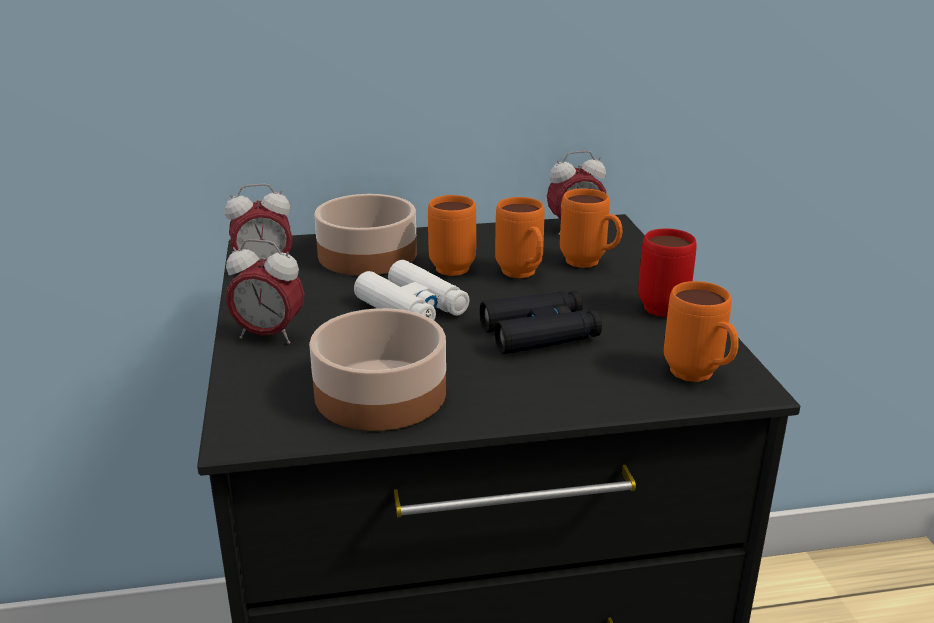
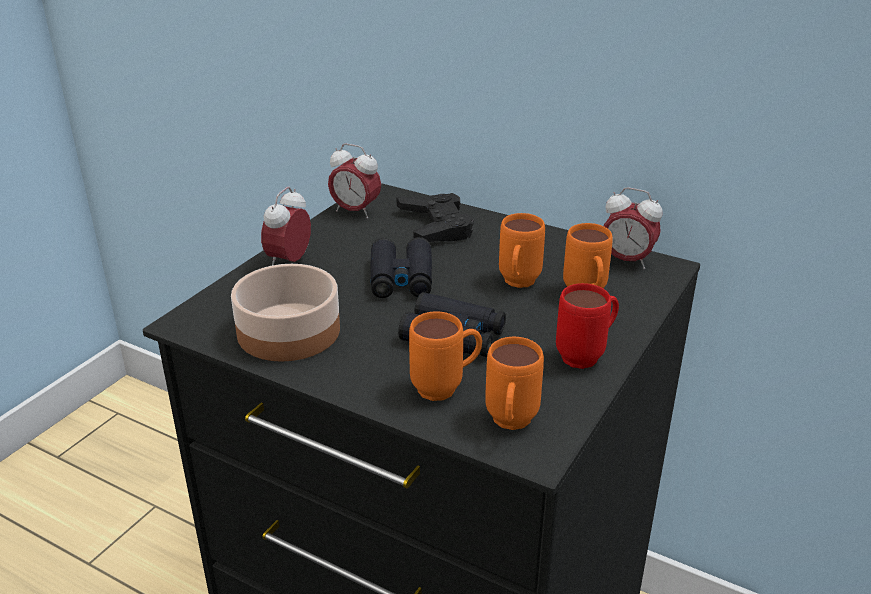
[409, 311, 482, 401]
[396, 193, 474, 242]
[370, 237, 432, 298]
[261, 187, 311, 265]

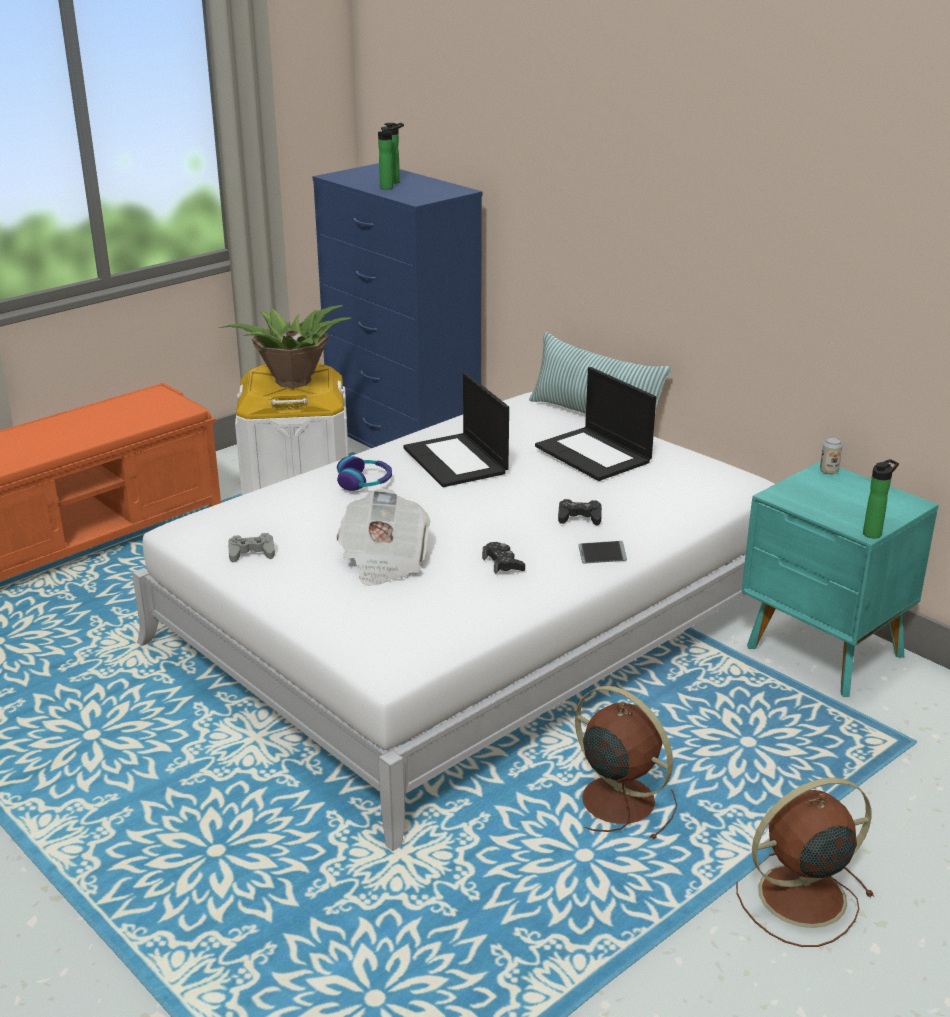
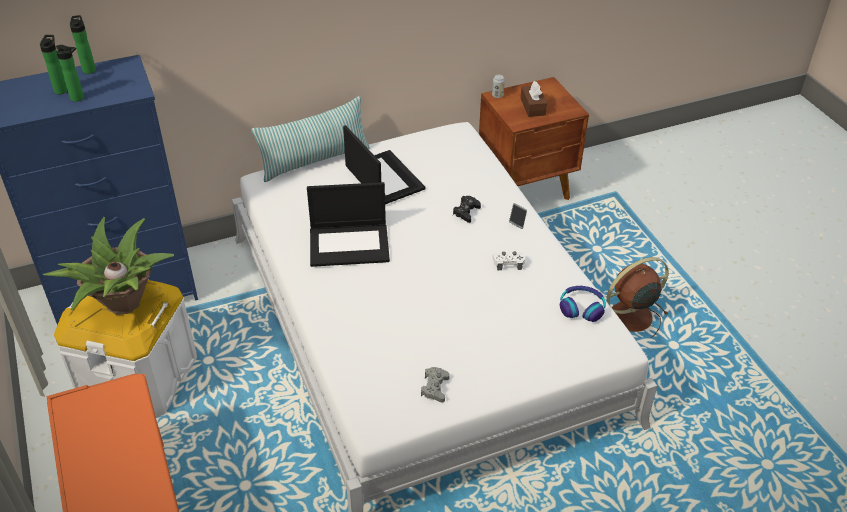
[336, 489, 430, 586] (first image)
[736, 778, 874, 947] (first image)
[521, 81, 547, 117]
[560, 286, 606, 322]
[70, 15, 96, 74]
[492, 252, 525, 270]
[479, 77, 589, 200]
[343, 125, 426, 204]

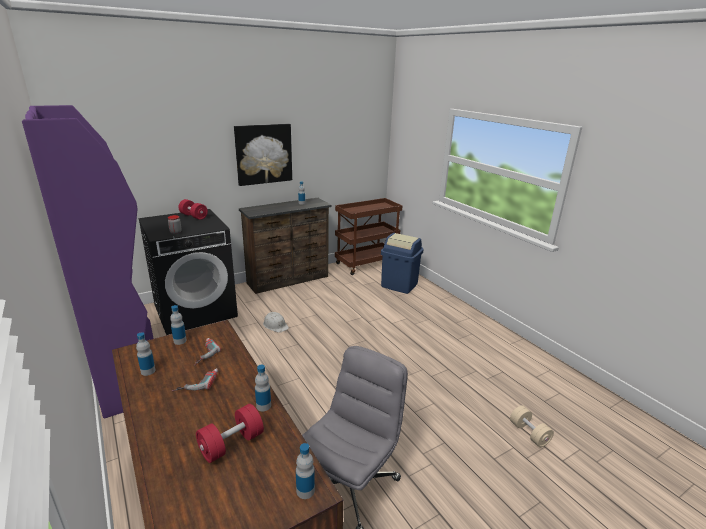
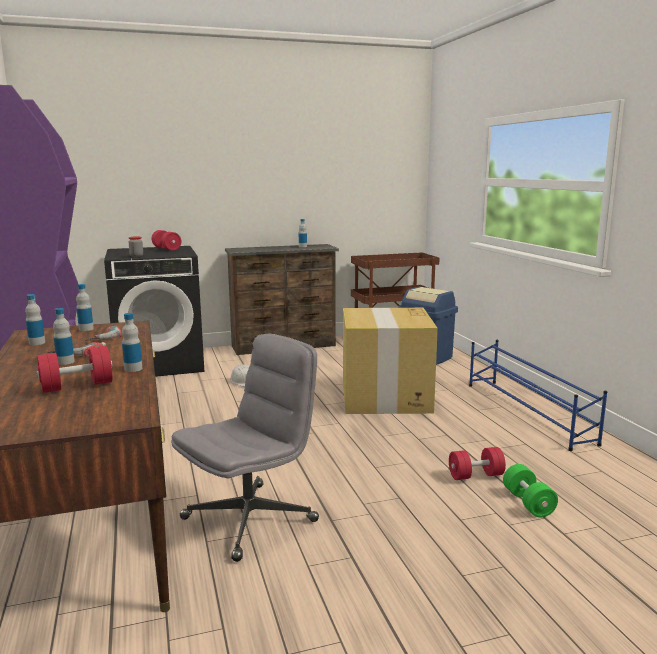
[234, 124, 292, 186] (first image)
[343, 308, 438, 414]
[449, 447, 506, 480]
[469, 340, 608, 451]
[53, 308, 75, 365]
[503, 464, 558, 517]

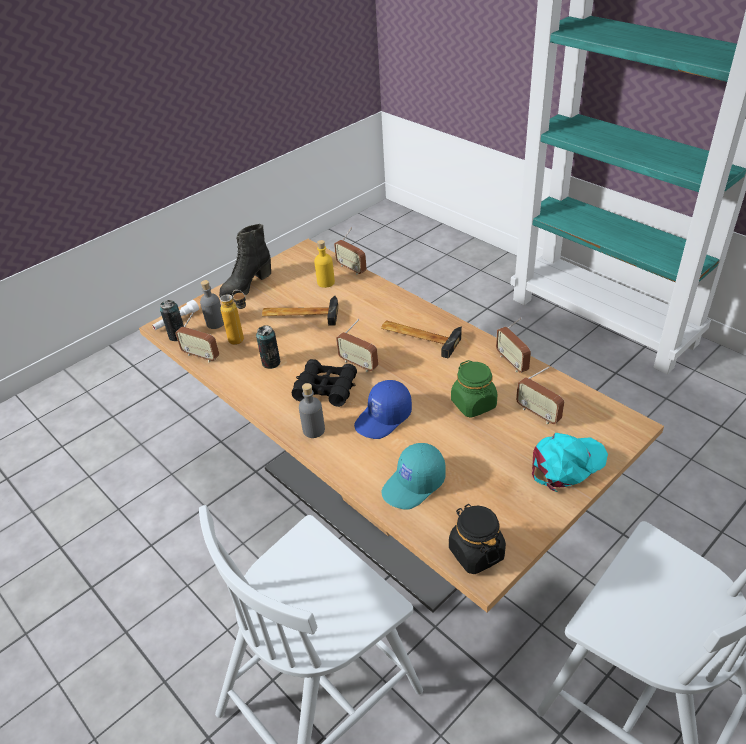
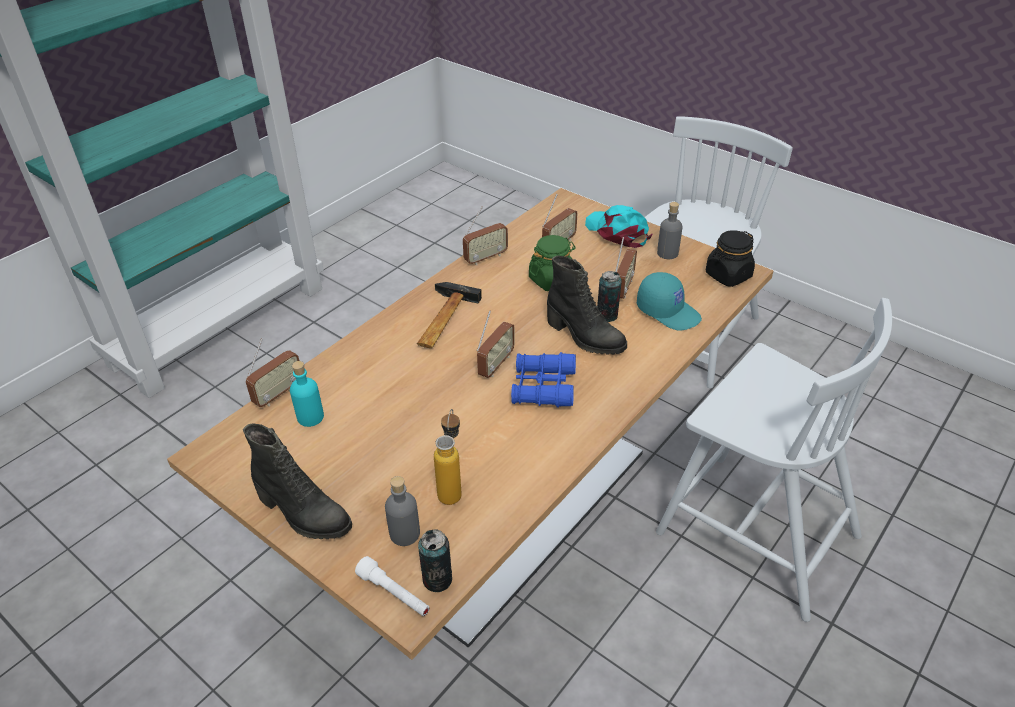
[262, 296, 338, 326] (first image)
[615, 237, 637, 299]
[597, 271, 622, 322]
[657, 202, 683, 259]
[547, 256, 627, 355]
[511, 352, 576, 408]
[290, 361, 324, 427]

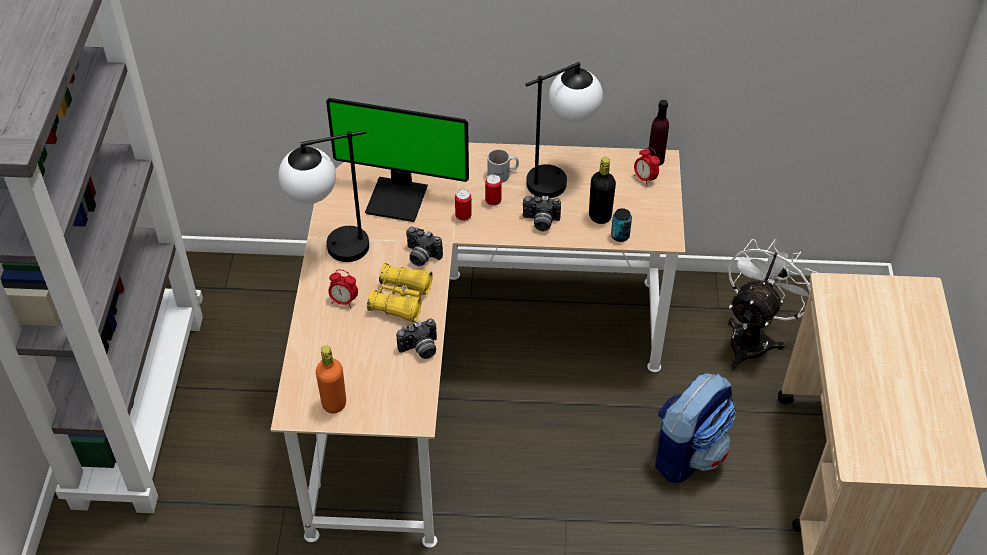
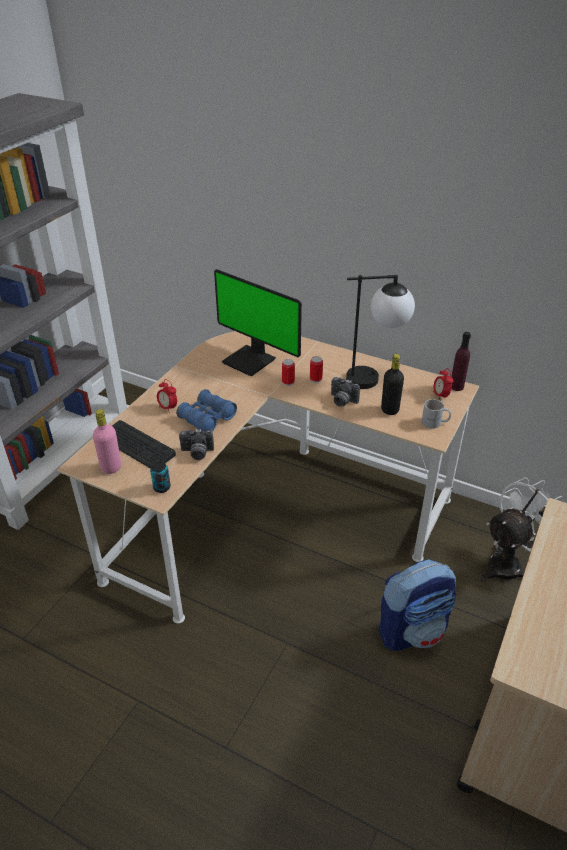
[278, 130, 369, 262] (first image)
[406, 227, 443, 266] (first image)
[112, 420, 176, 469]
[422, 399, 451, 429]
[150, 461, 171, 493]
[93, 409, 121, 474]
[176, 389, 237, 431]

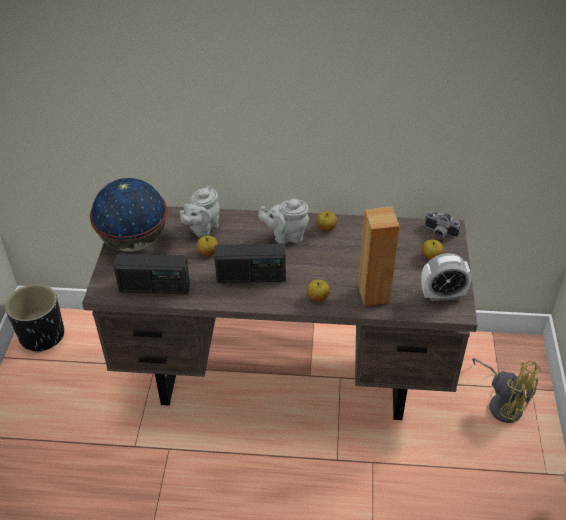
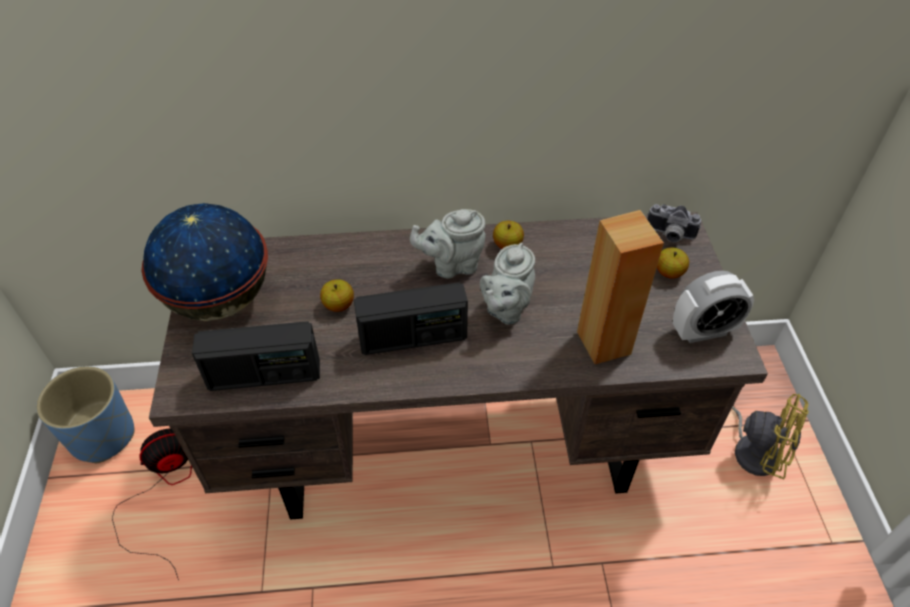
[307, 279, 330, 301] (first image)
[112, 429, 192, 580]
[480, 242, 535, 325]
[36, 366, 135, 463]

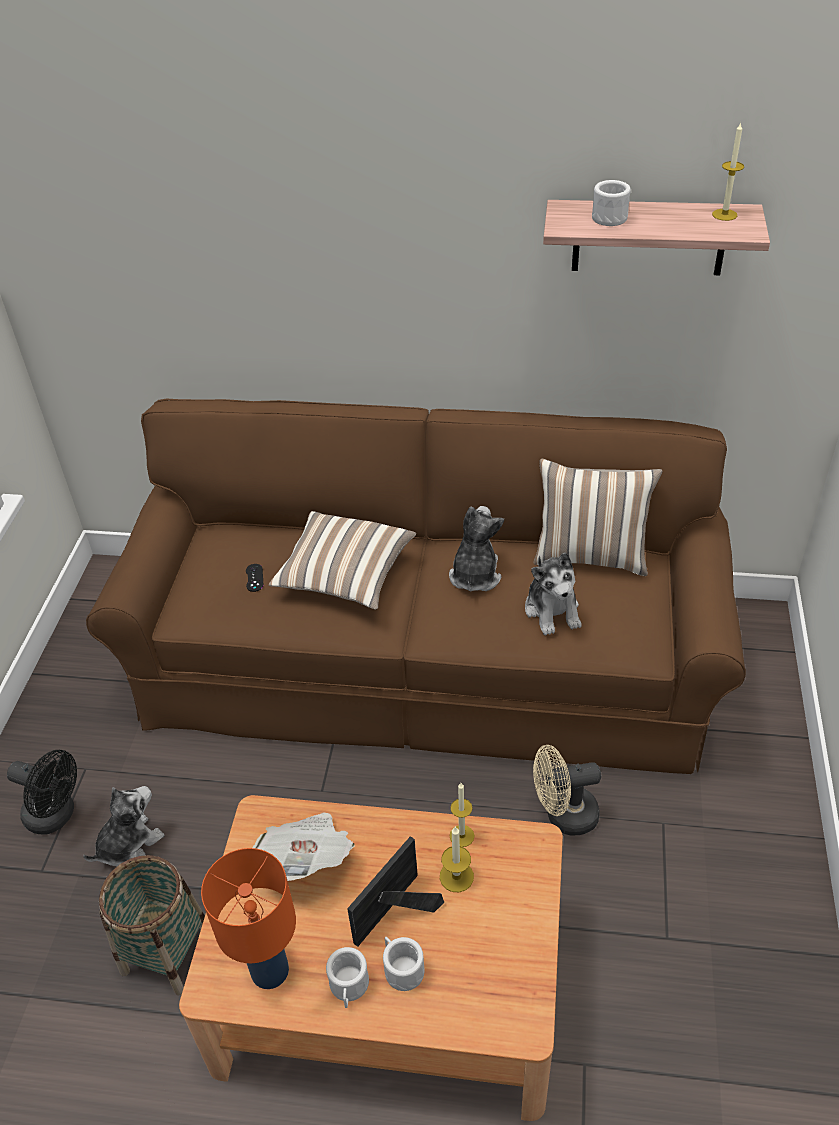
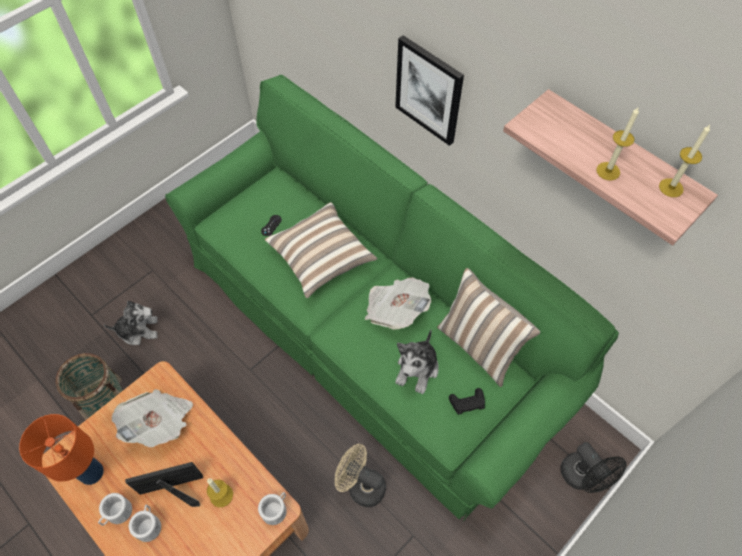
[395, 35, 464, 146]
[449, 388, 485, 415]
[560, 442, 627, 493]
[596, 108, 639, 181]
[258, 492, 287, 525]
[365, 277, 431, 330]
[165, 75, 619, 521]

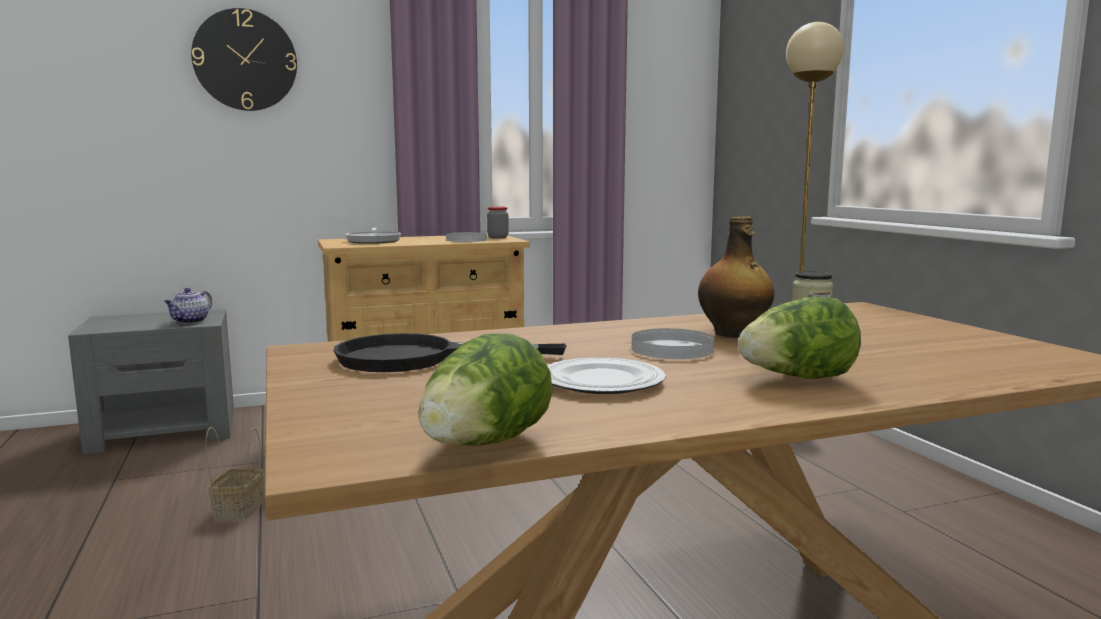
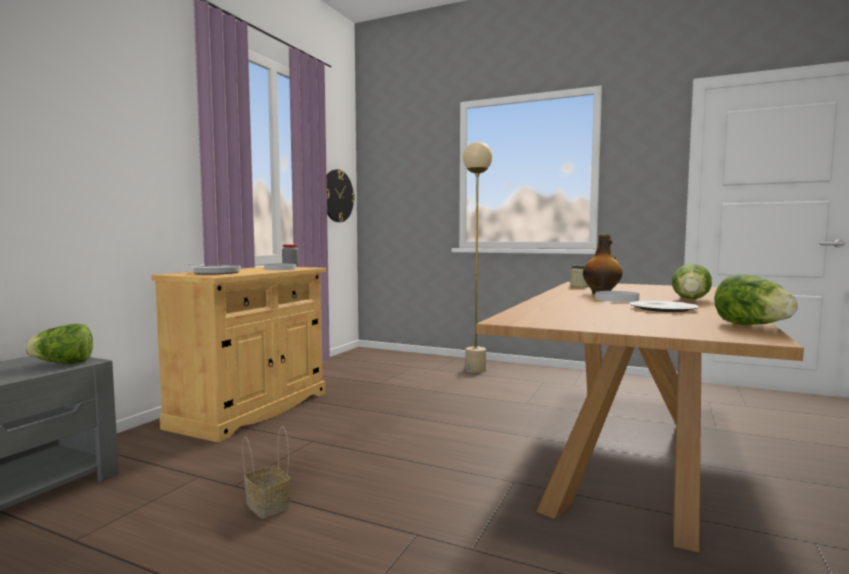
[333, 333, 566, 372] (first image)
[327, 169, 355, 222]
[25, 324, 93, 364]

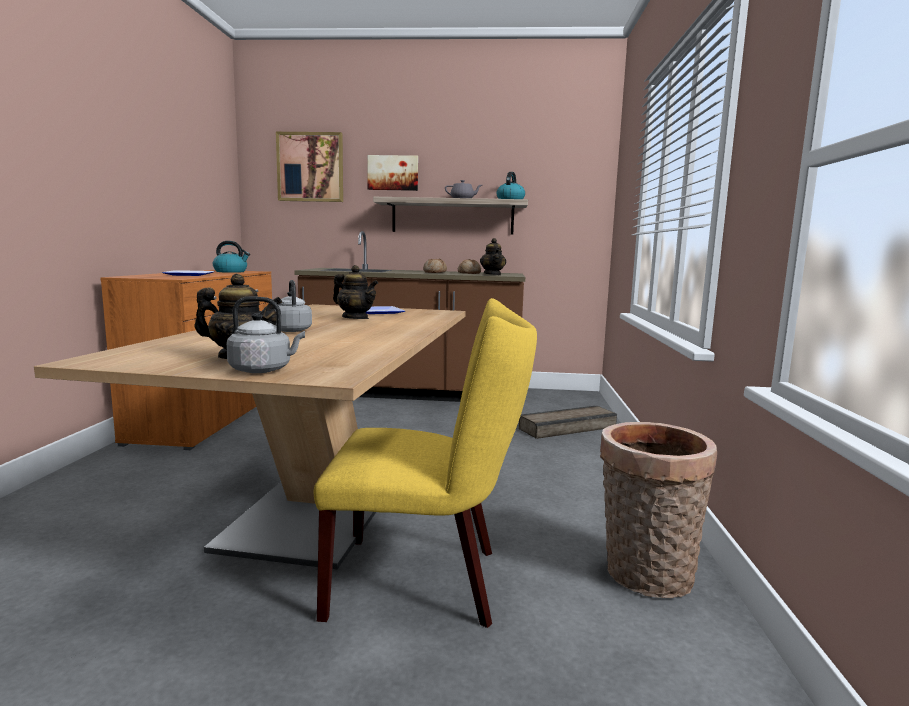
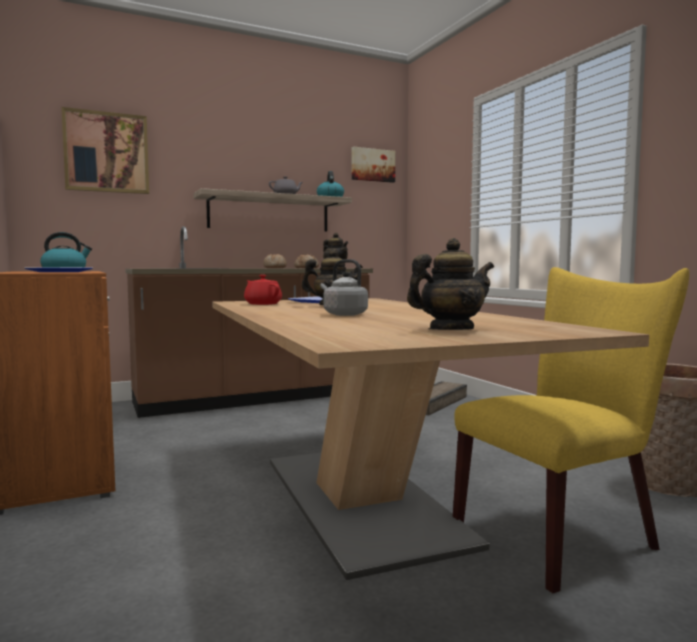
[226, 296, 305, 373] (first image)
[244, 275, 282, 305]
[352, 147, 395, 183]

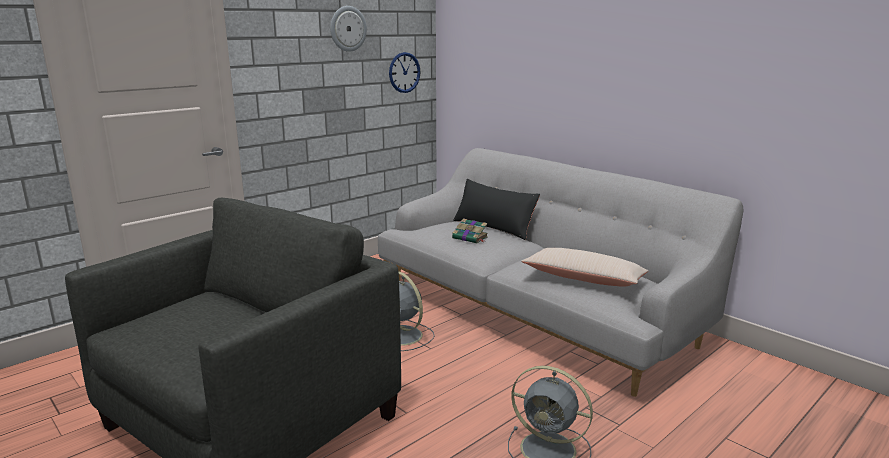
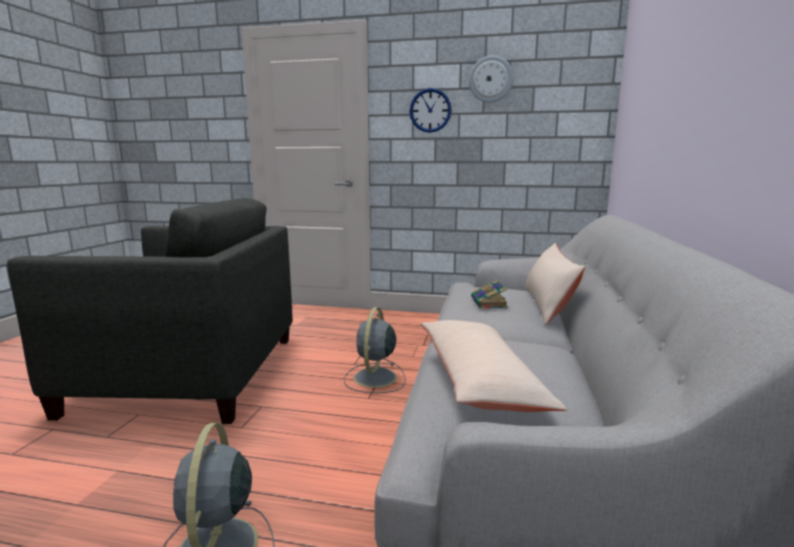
[410, 88, 452, 133]
[525, 243, 585, 325]

